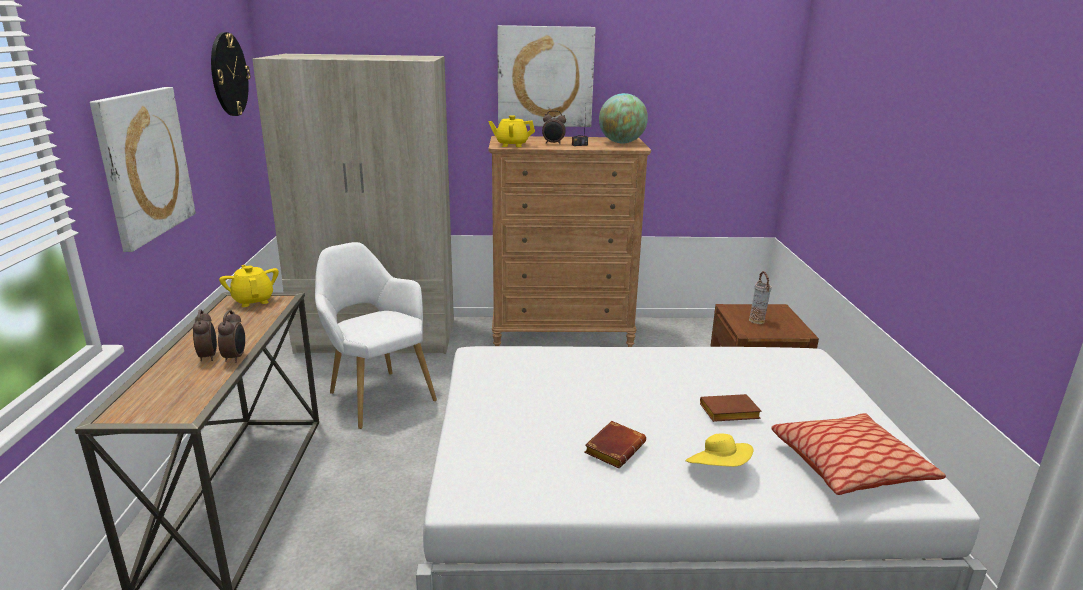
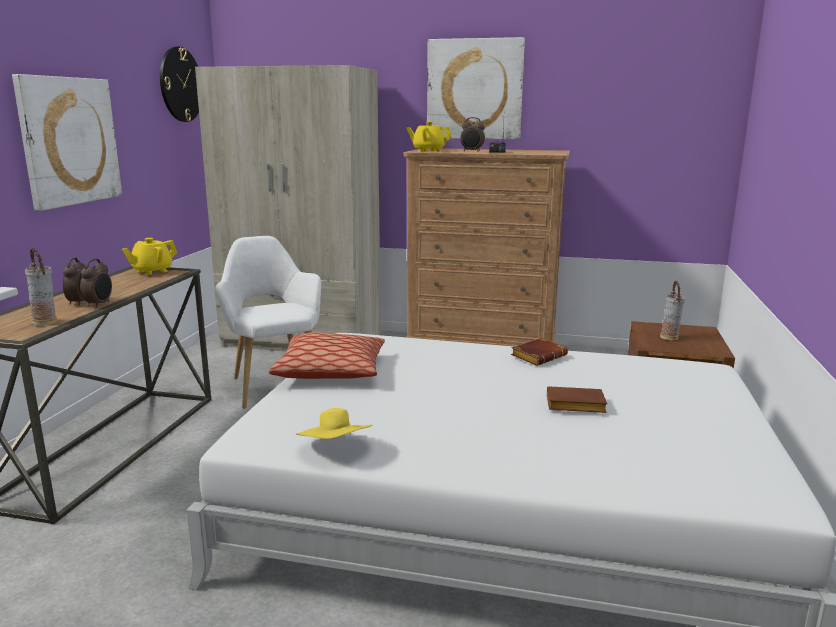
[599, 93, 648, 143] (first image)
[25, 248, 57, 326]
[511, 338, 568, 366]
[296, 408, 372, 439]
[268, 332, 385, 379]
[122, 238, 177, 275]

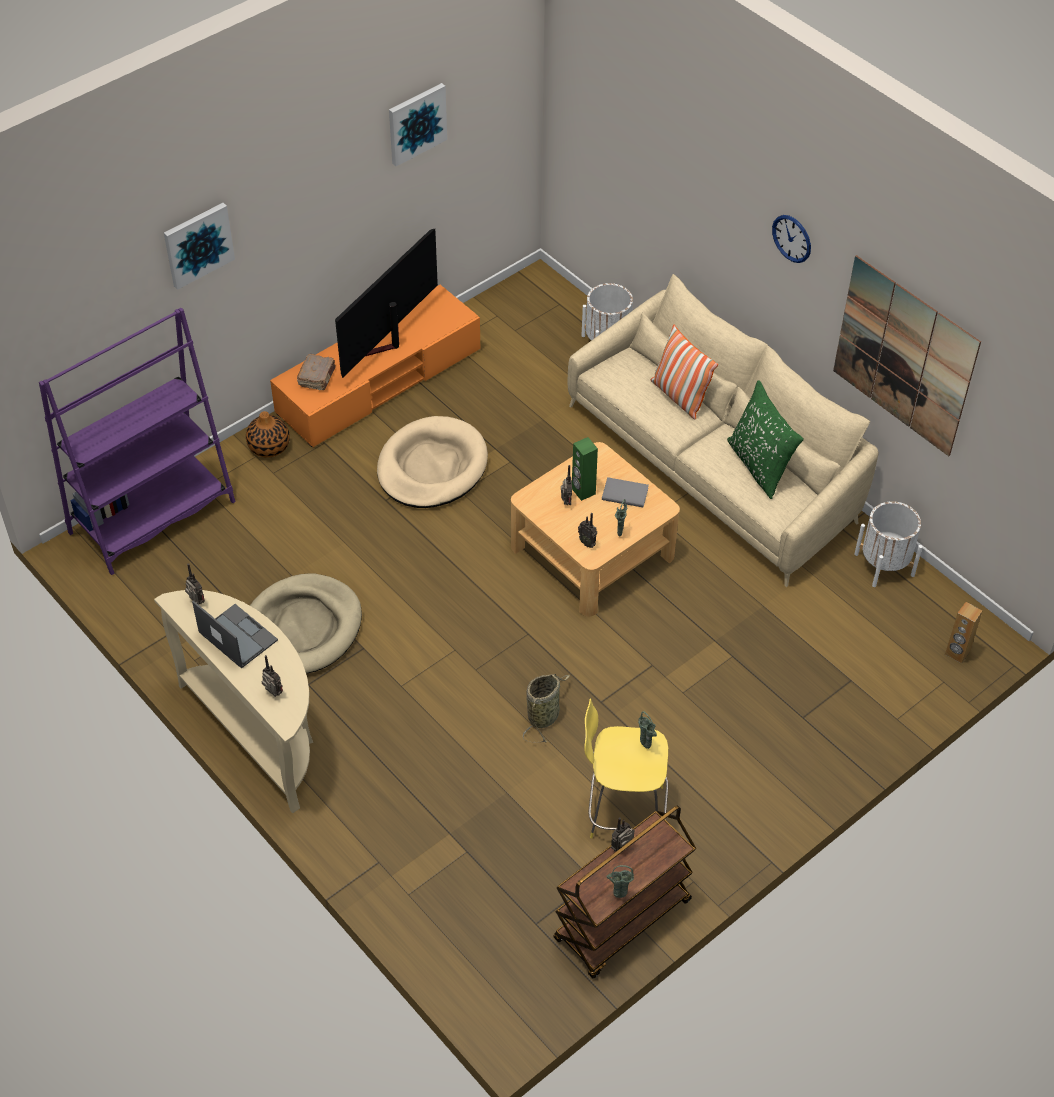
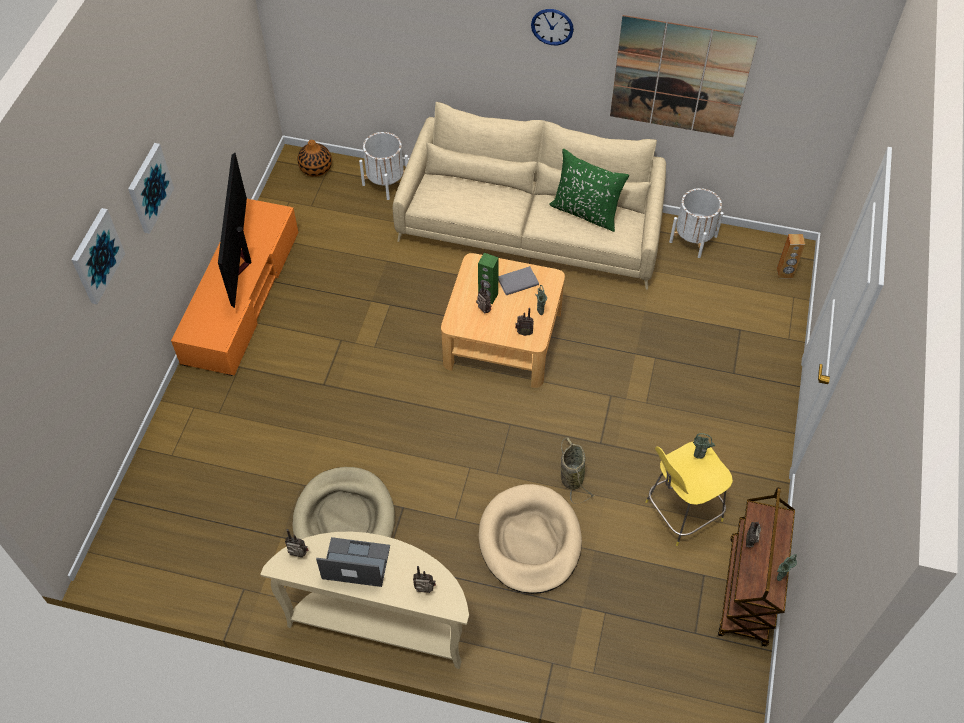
[39, 308, 236, 575] (first image)
[297, 354, 336, 390] (first image)
[651, 325, 718, 420] (first image)
[298, 140, 332, 177]
[478, 484, 582, 594]
[128, 143, 174, 234]

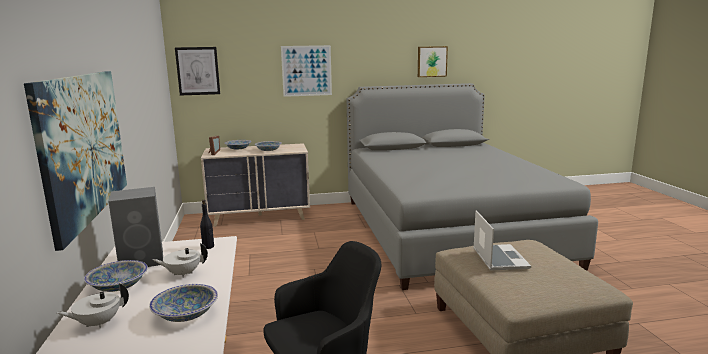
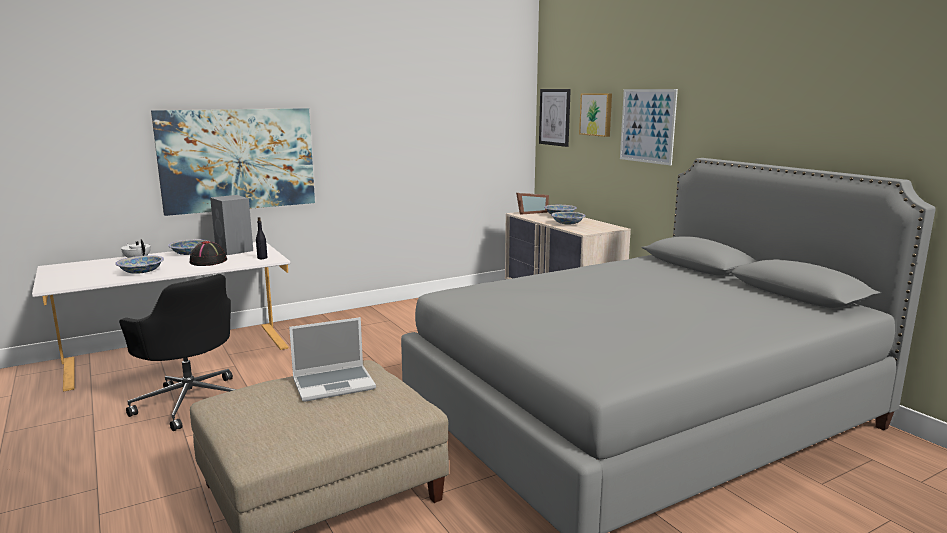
[579, 93, 612, 137]
[190, 241, 227, 266]

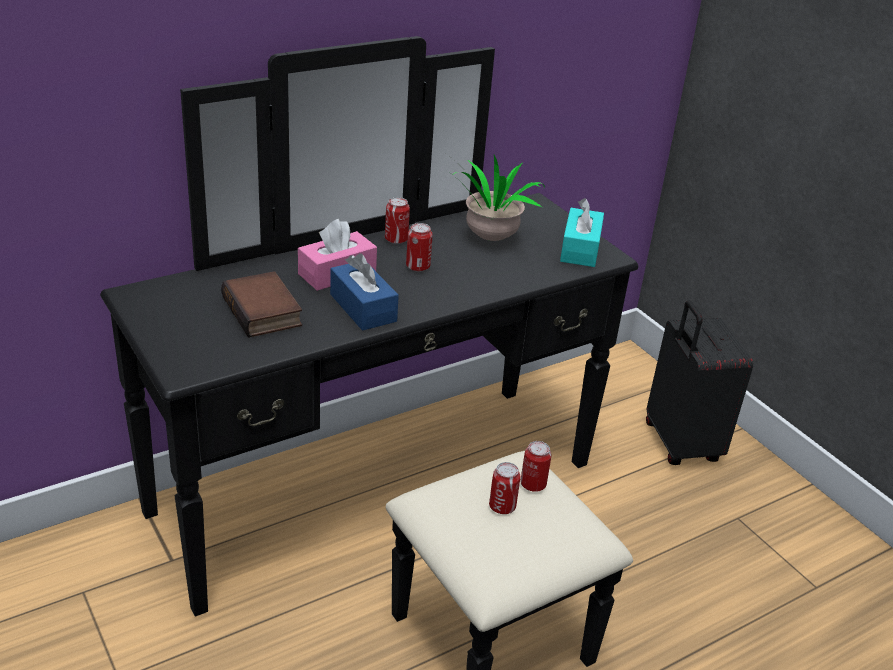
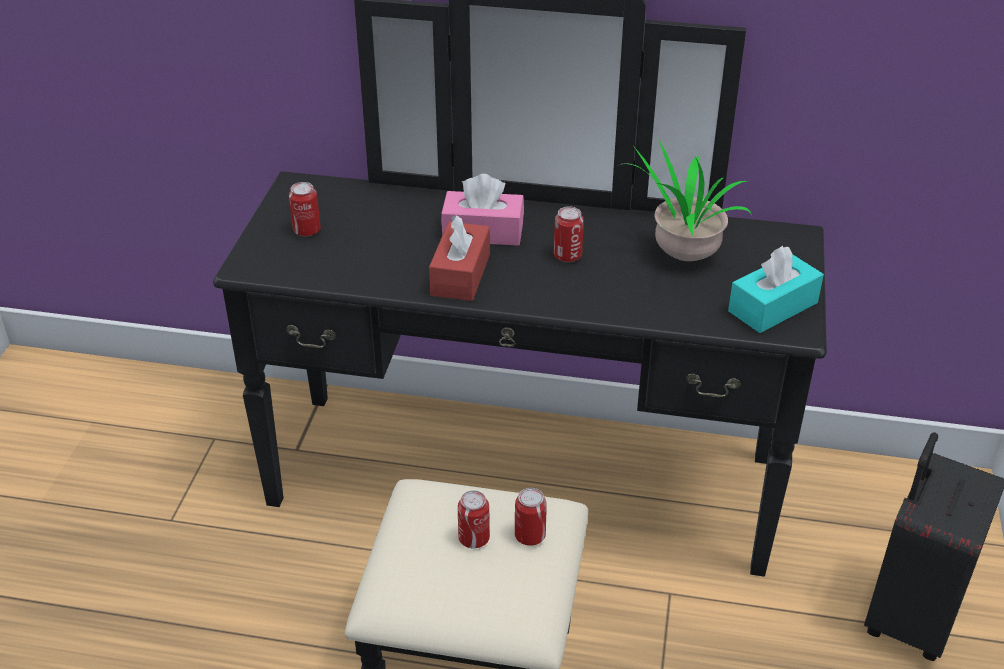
[221, 271, 302, 338] (first image)
[289, 182, 321, 237]
[429, 215, 490, 301]

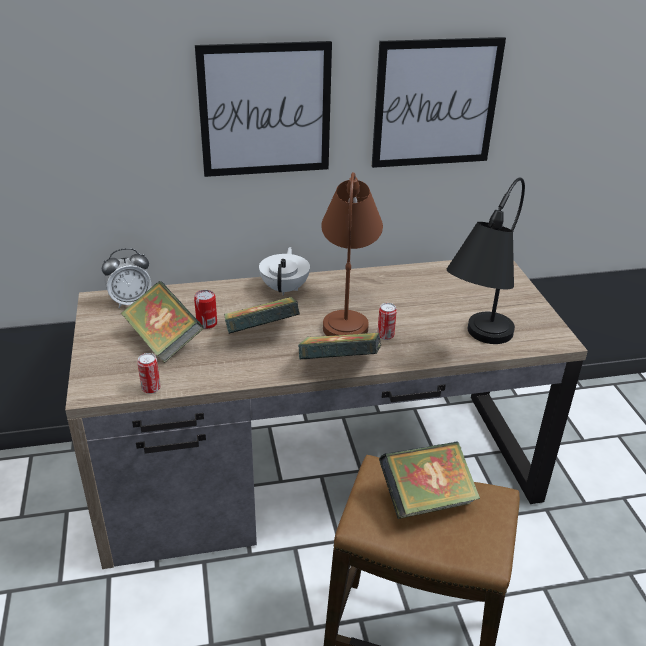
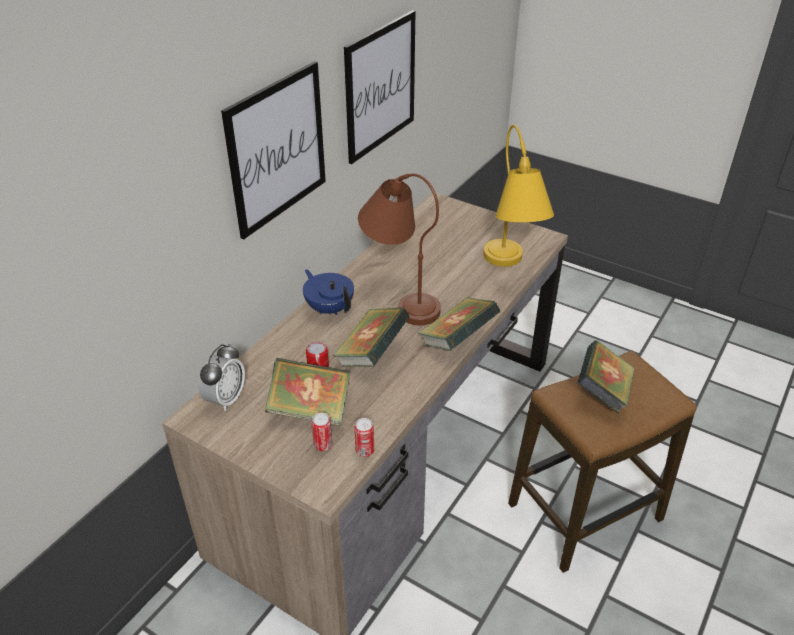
[311, 413, 333, 451]
[303, 269, 354, 315]
[483, 125, 554, 267]

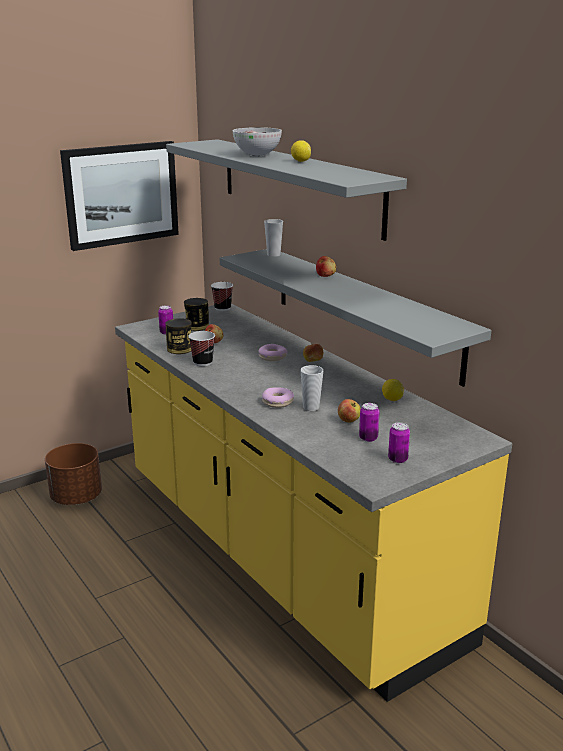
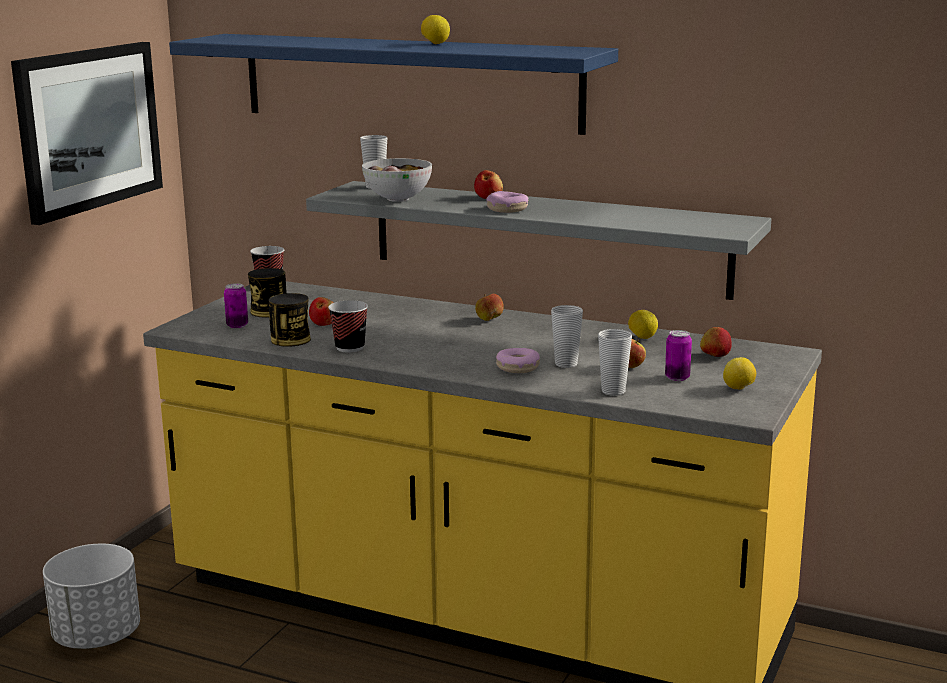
[598, 329, 632, 396]
[700, 327, 731, 357]
[362, 158, 432, 202]
[486, 191, 529, 213]
[723, 357, 756, 389]
[43, 544, 140, 649]
[169, 34, 618, 135]

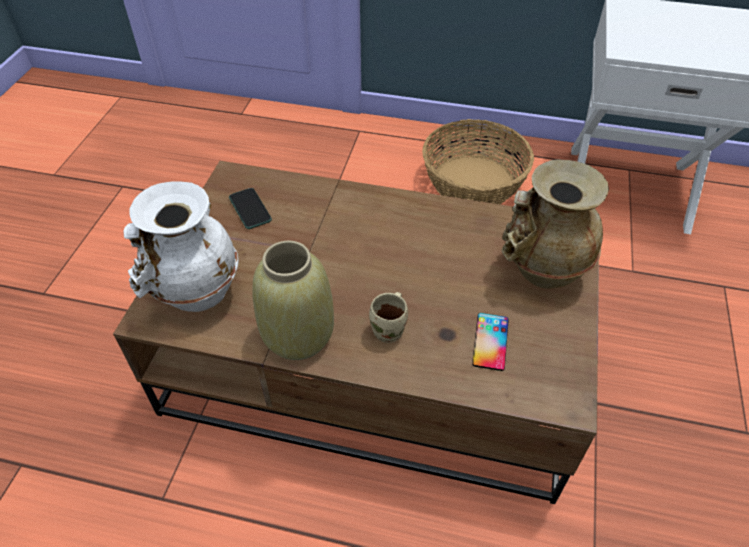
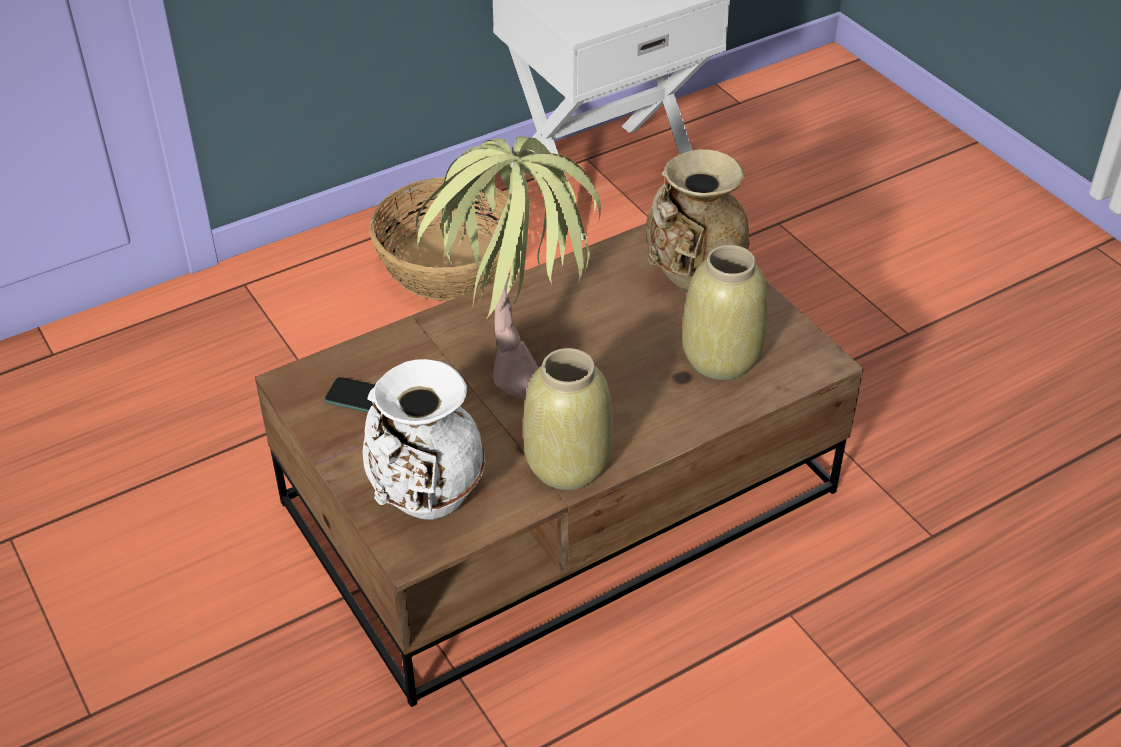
[369, 292, 408, 343] (first image)
[416, 136, 601, 398]
[682, 245, 768, 380]

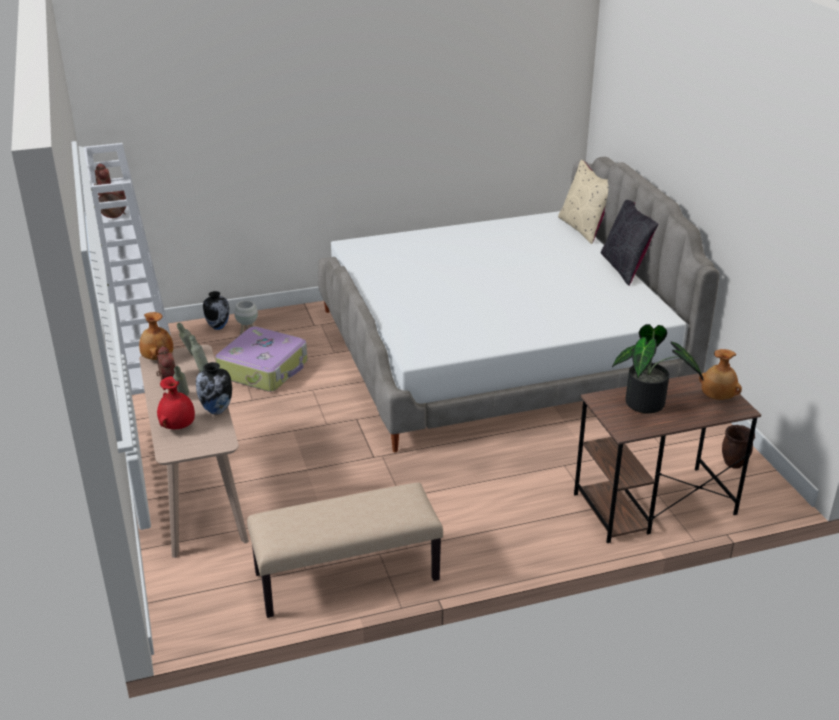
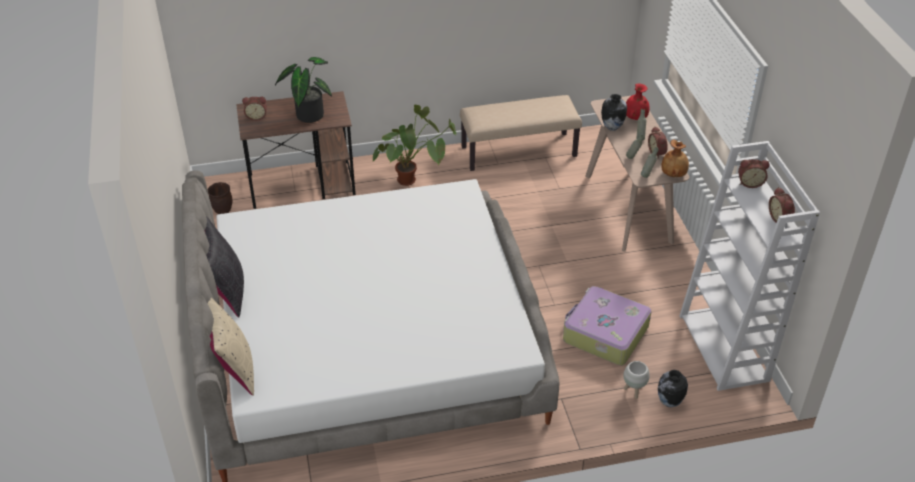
[373, 105, 456, 186]
[242, 97, 267, 121]

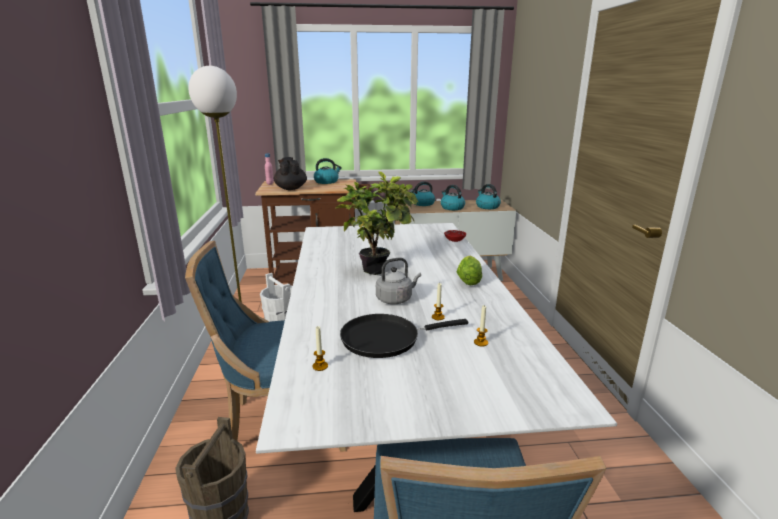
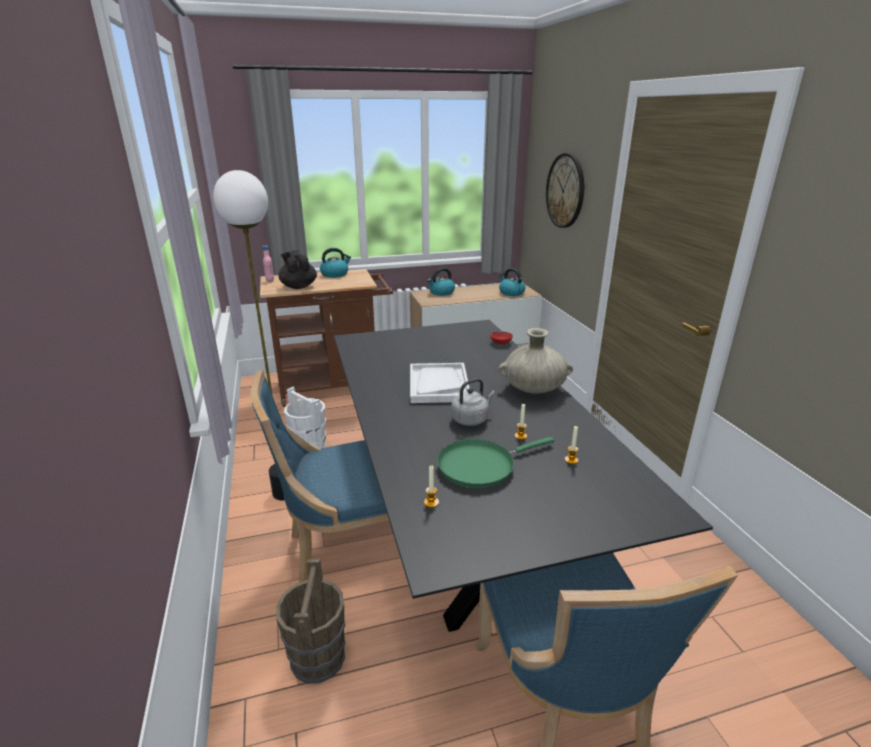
[441, 185, 465, 210] (first image)
[546, 153, 584, 228]
[410, 363, 469, 403]
[498, 328, 573, 394]
[334, 320, 713, 632]
[437, 437, 554, 488]

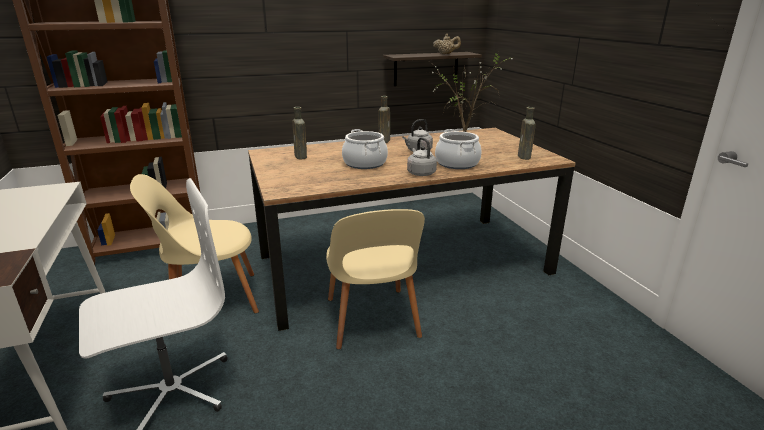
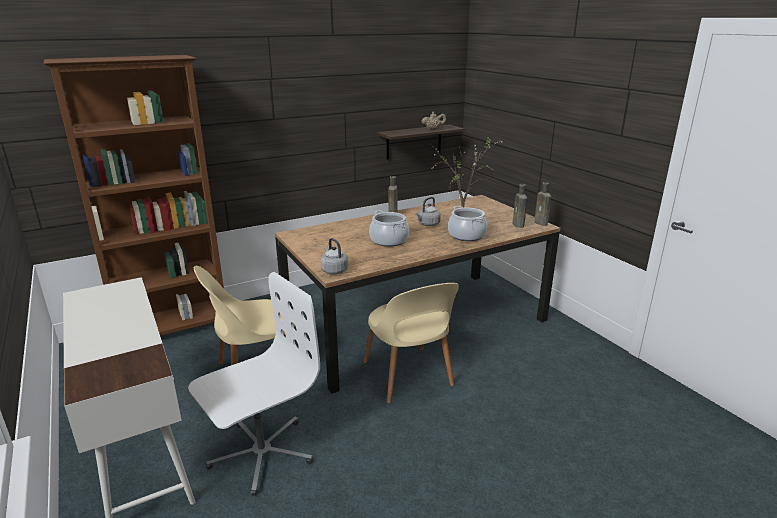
[534, 182, 551, 226]
[321, 238, 348, 274]

